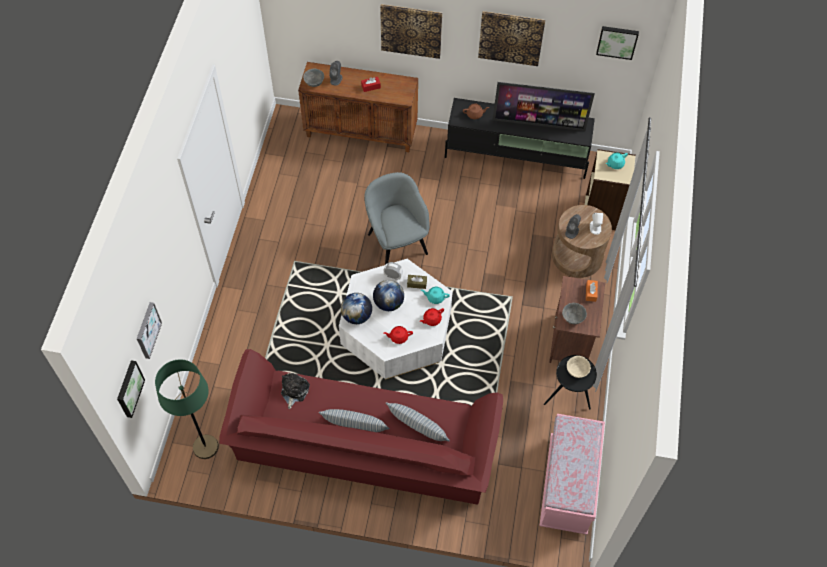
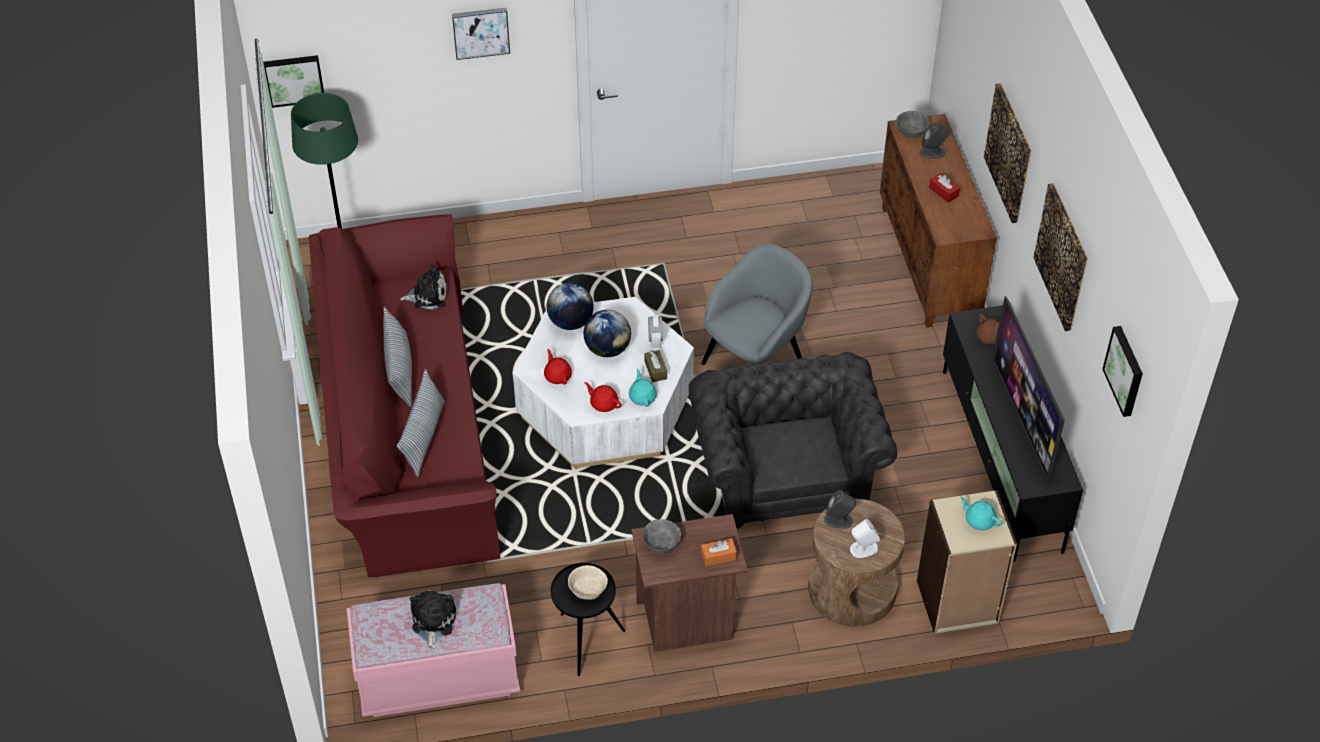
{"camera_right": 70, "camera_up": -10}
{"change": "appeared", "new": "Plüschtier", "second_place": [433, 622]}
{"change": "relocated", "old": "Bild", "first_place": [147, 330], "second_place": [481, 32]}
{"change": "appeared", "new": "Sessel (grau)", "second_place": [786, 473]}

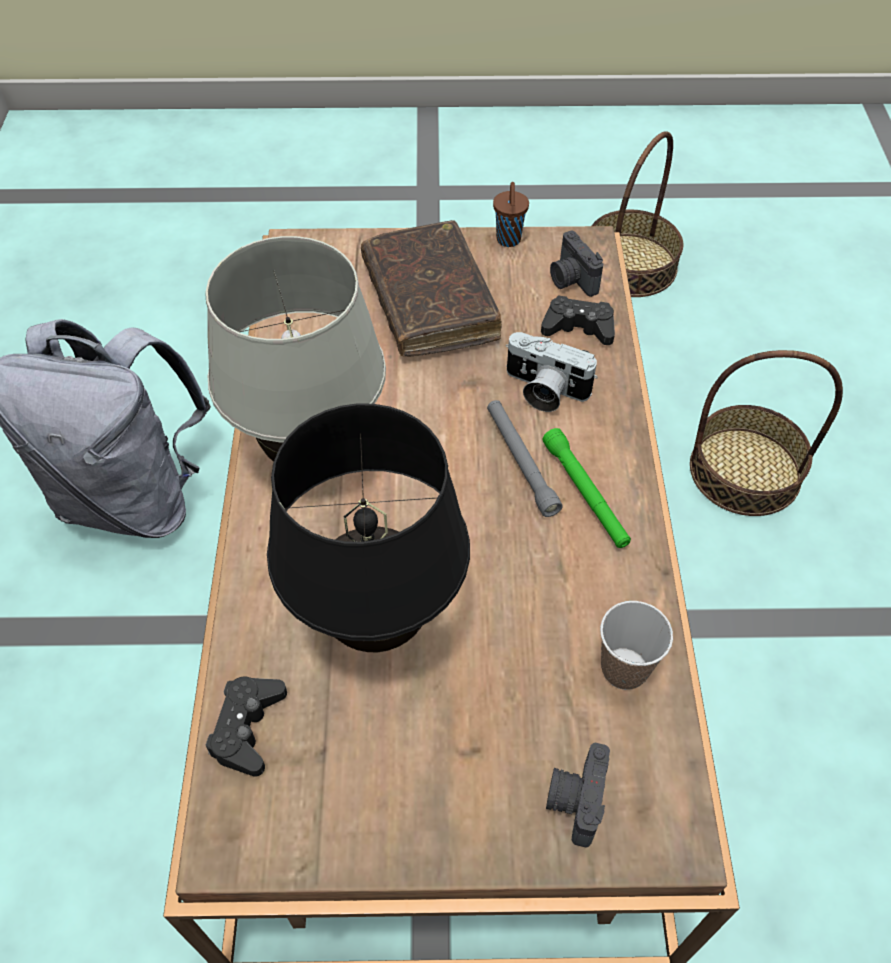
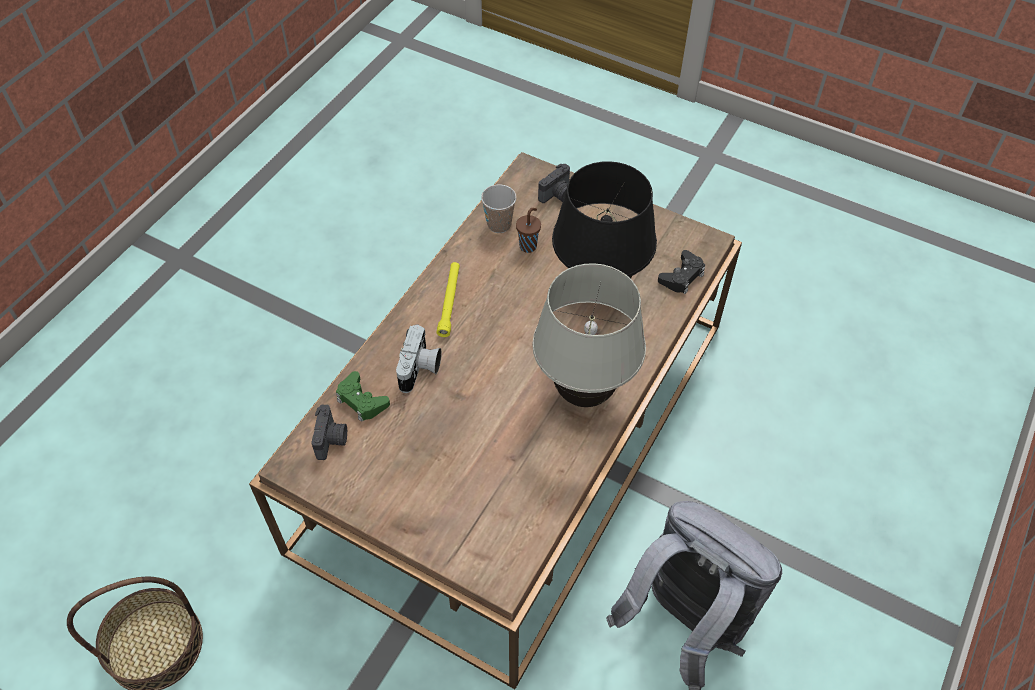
{"camera_right": -150, "camera_up": 0}
{"change": "colour", "old": "Gamepad (schwarz)", "new": "Gamepad (grün)", "first_place": [578, 327], "second_place": [361, 401]}
{"change": "spun", "old": "Kamera", "first_place": [543, 390], "second_place": [420, 369], "degrees": 45}
{"change": "colour", "old": "Taschenlampe (grün)", "new": "Taschenlampe (gelb)", "first_place": [585, 494], "second_place": [449, 302]}
{"change": "relocated", "old": "Tasse (braun)", "first_place": [508, 241], "second_place": [528, 246]}
{"change": "missing", "old": "Buch (braun)", "first_place": [429, 302]}
{"change": "missing", "old": "Taschenlampe (grau)", "first_place": [521, 461]}
{"change": "missing", "old": "Korb", "first_place": [745, 471]}

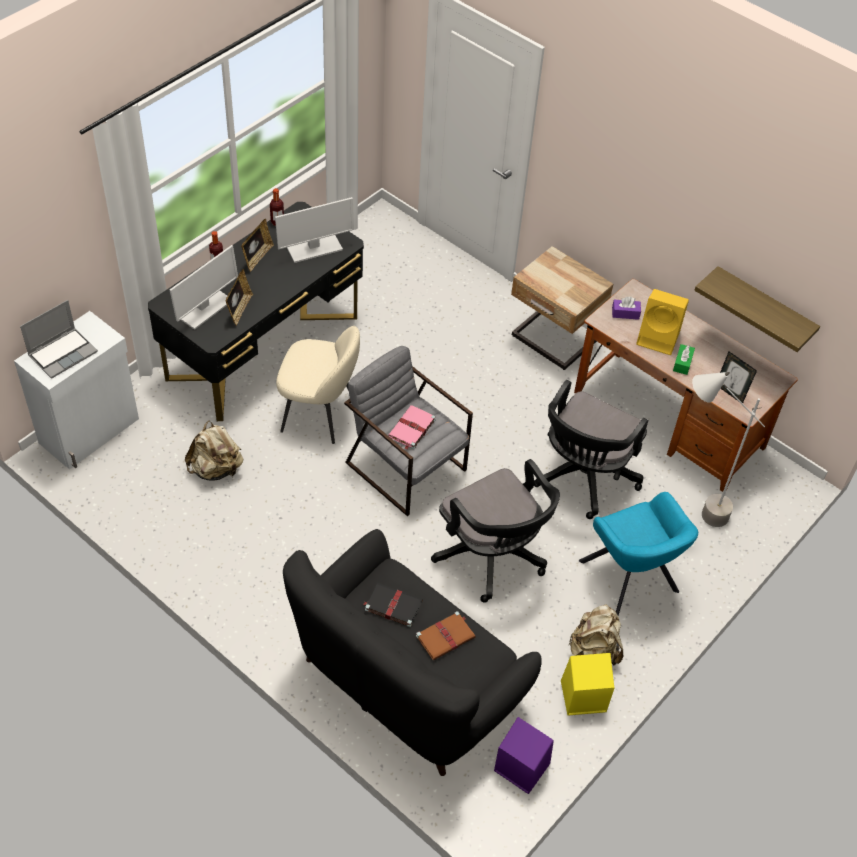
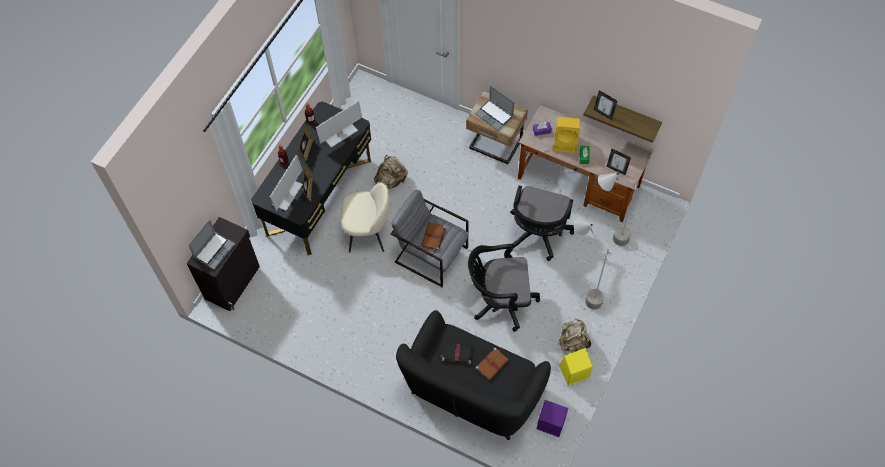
{"camera_right": -10, "camera_up": 10}
{"change": "colour", "old": "Schrank (weiß)", "new": "Schrank (schwarz)", "first_place": [91, 431], "second_place": [233, 282]}
{"change": "relocated", "old": "Rucksack (beige)", "first_place": [216, 469], "second_place": [391, 180]}
{"change": "colour", "old": "Buch (rosa)", "new": "Buch (braun)", "first_place": [411, 429], "second_place": [433, 237]}
{"change": "spun", "old": "Bürostuhl (schwarz)", "first_place": [493, 558], "second_place": [499, 300], "degrees": 135}
{"change": "appeared", "new": "Laptop", "second_place": [494, 115]}
{"change": "exchanged", "old": "Sessel (türkis)", "new": "Stehlampe (grau)", "first_place": [631, 579], "second_place": [582, 292]}
{"change": "appeared", "new": "Bilderrahmen", "second_place": [603, 113]}

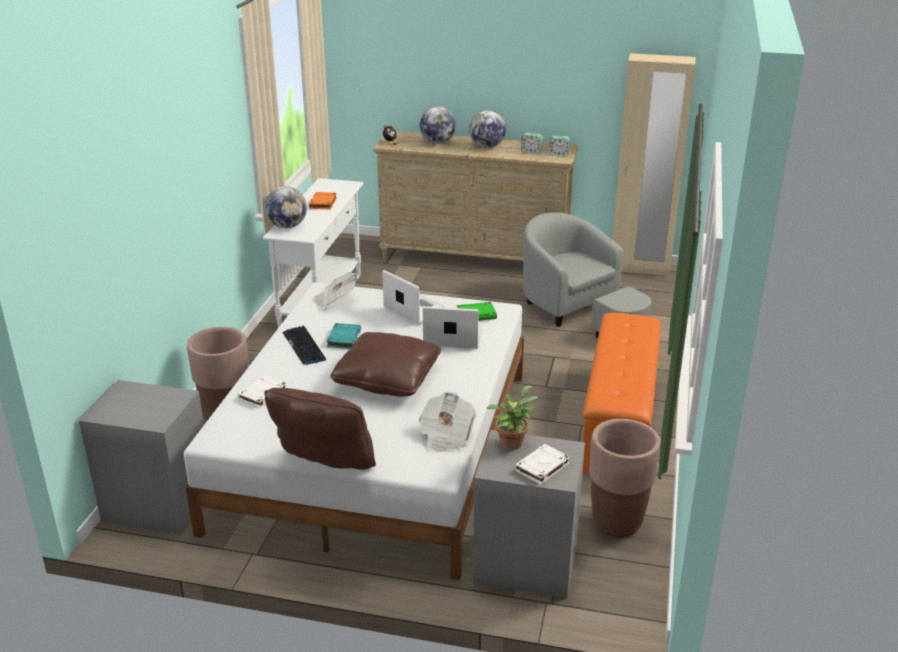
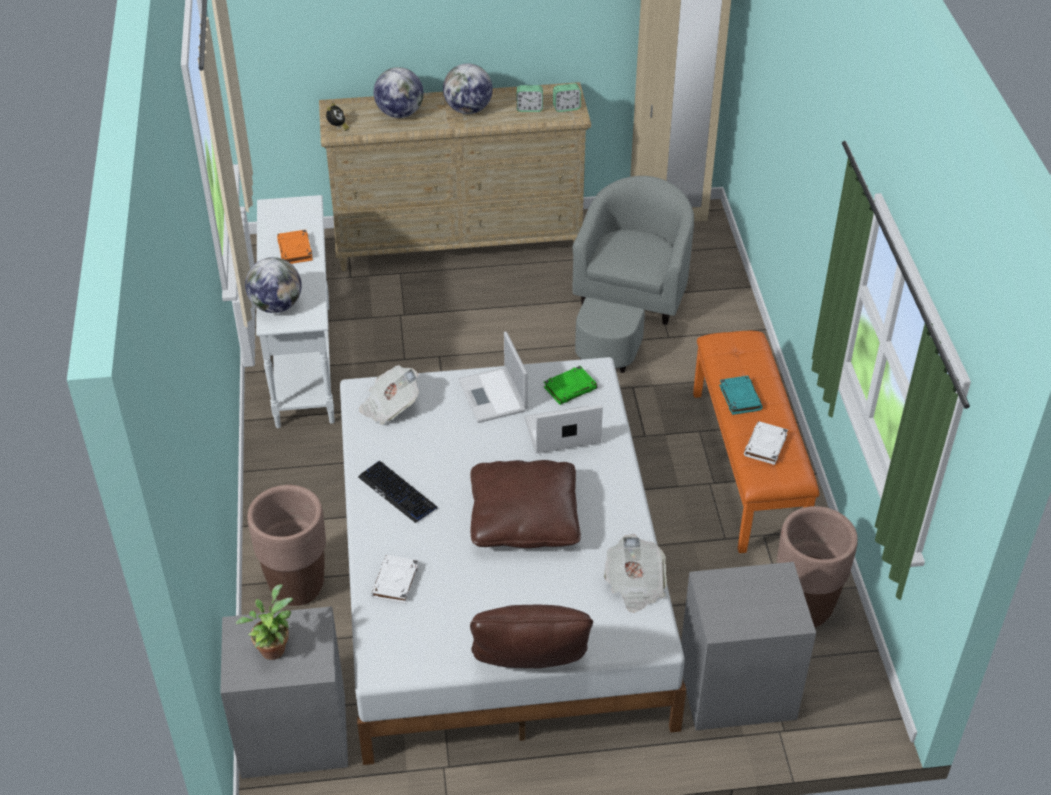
{"camera_right": -20, "camera_up": 15}
{"change": "relocated", "old": "Topfpflanze", "first_place": [511, 442], "second_place": [272, 647]}
{"change": "spun", "old": "Laptop", "first_place": [415, 309], "second_place": [493, 396], "degrees": -135}
{"change": "spun", "old": "Sessel (grau)", "first_place": [577, 312], "second_place": [627, 308], "degrees": 75}
{"change": "relocated", "old": "Buch (türkis)", "first_place": [344, 338], "second_place": [739, 397]}
{"change": "relocated", "old": "Buch (weiß)", "first_place": [541, 467], "second_place": [765, 446]}

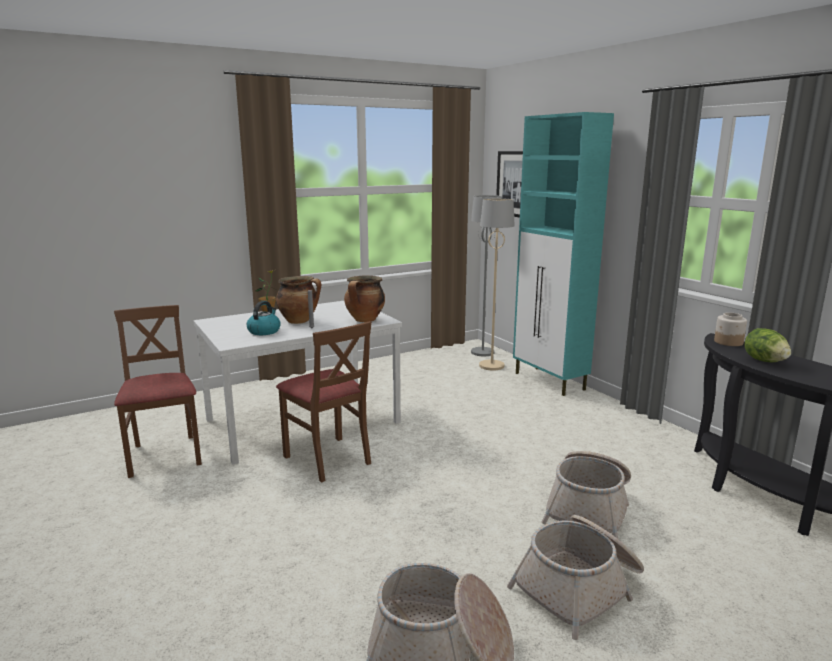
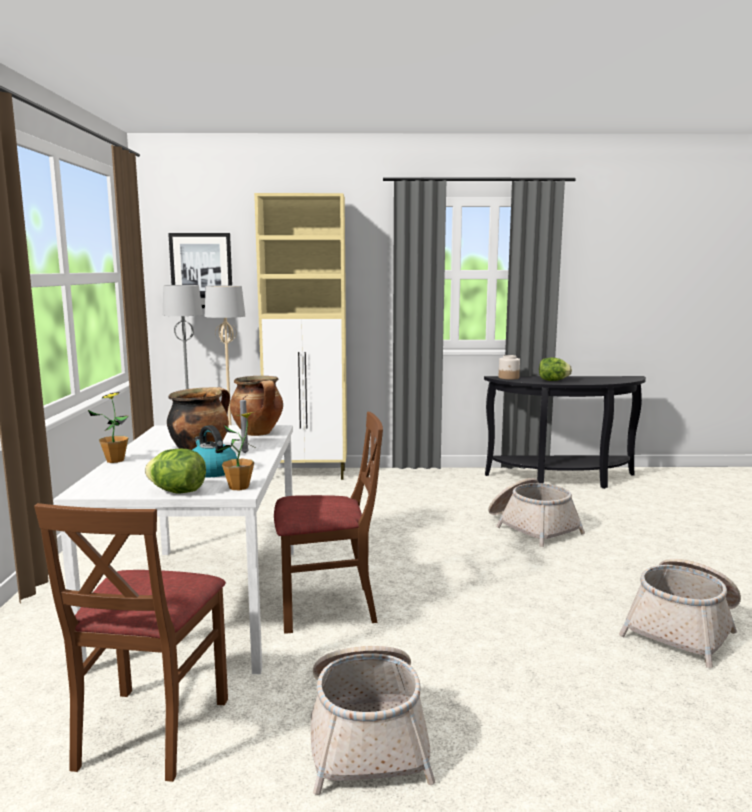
{"camera_right": -60, "camera_up": -5}
{"change": "spun", "old": "Stuhl (braun)", "first_place": [165, 455], "second_place": [150, 731], "degrees": -90}
{"change": "appeared", "new": "Salatkopf", "second_place": [177, 492]}
{"change": "appeared", "new": "Topfpflanze", "second_place": [239, 487]}
{"change": "colour", "old": "Schrank (türkis)", "new": "Schrank (beige)", "first_place": [550, 381], "second_place": [308, 475]}
{"change": "relocated", "old": "Korb", "first_place": [579, 587], "second_place": [367, 734]}

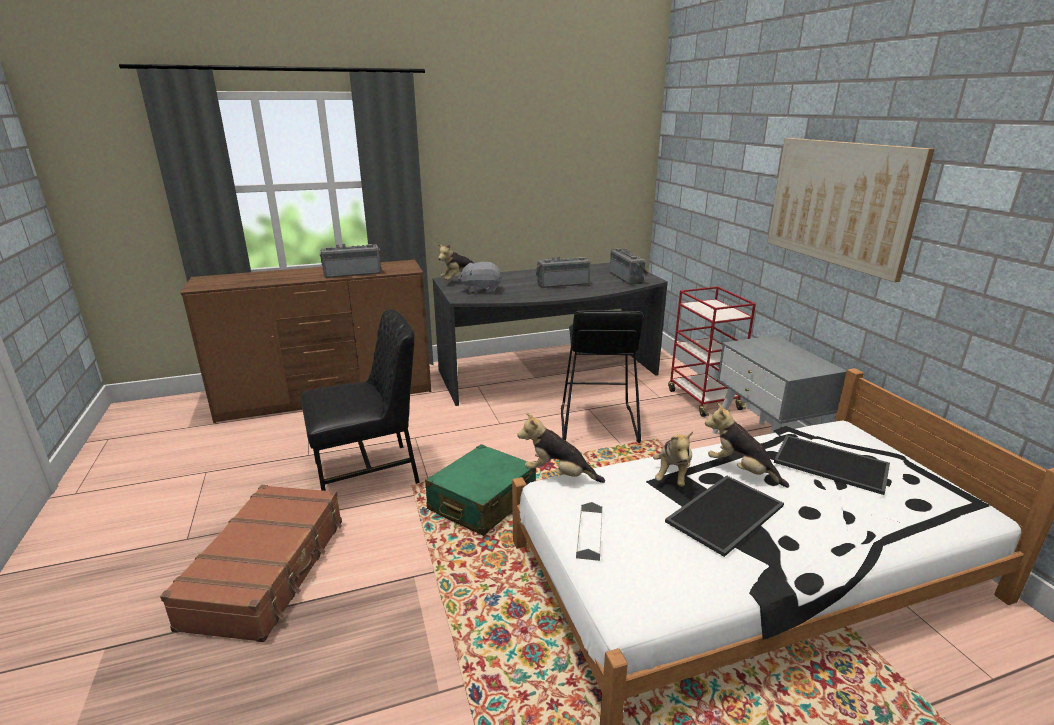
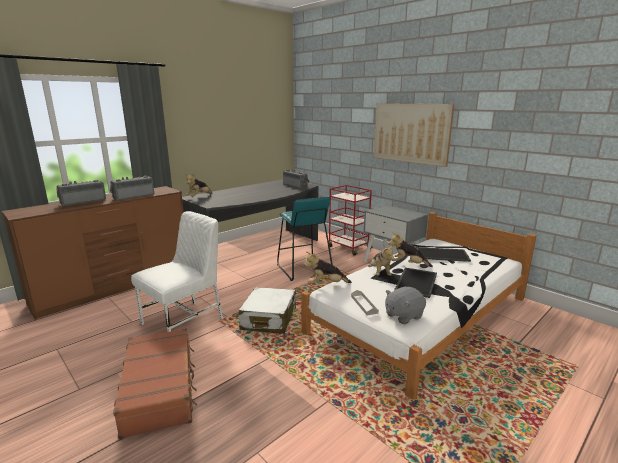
{"camera_right": -25, "camera_up": -5}
{"change": "relocated", "old": "Radio", "first_place": [562, 284], "second_place": [83, 201]}
{"change": "colour", "old": "Stuhl (schwarz)", "new": "Stuhl (weiß)", "first_place": [369, 473], "second_place": [184, 321]}
{"change": "colour", "old": "Koffer (grün)", "new": "Koffer (weiß)", "first_place": [482, 502], "second_place": [269, 319]}
{"change": "colour", "old": "Hocker (schwarz)", "new": "Hocker (türkis)", "first_place": [597, 424], "second_place": [303, 269]}
{"change": "relocated", "old": "Plüschtier (grau)", "first_place": [481, 290], "second_place": [403, 316]}

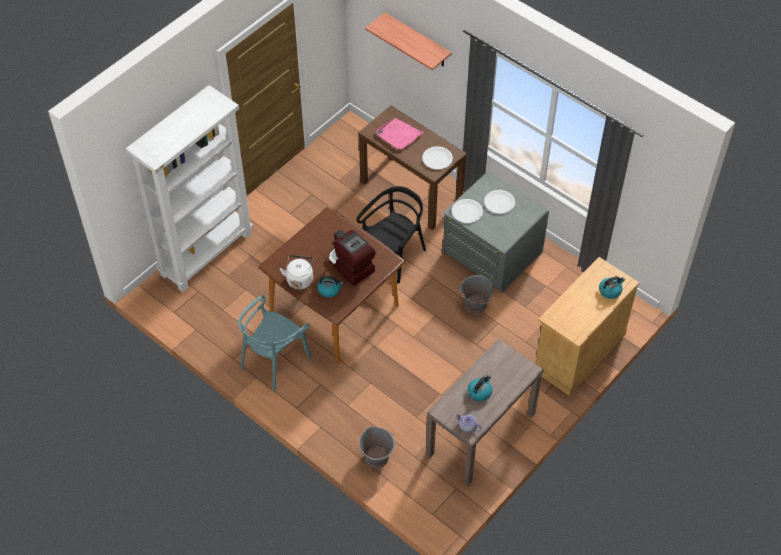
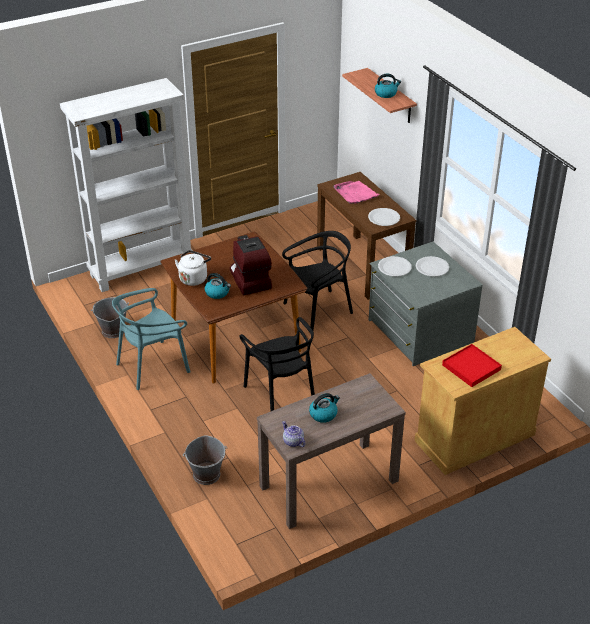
{"camera_right": 20, "camera_up": -15}
{"change": "relocated", "old": "Eimer (grau)", "first_place": [475, 304], "second_place": [113, 330]}
{"change": "appeared", "new": "Stuhl (schwarz)", "second_place": [281, 394]}
{"change": "relocated", "old": "Wasserkessel", "first_place": [610, 291], "second_place": [386, 93]}
{"change": "appeared", "new": "Tablett (rot)", "second_place": [471, 367]}

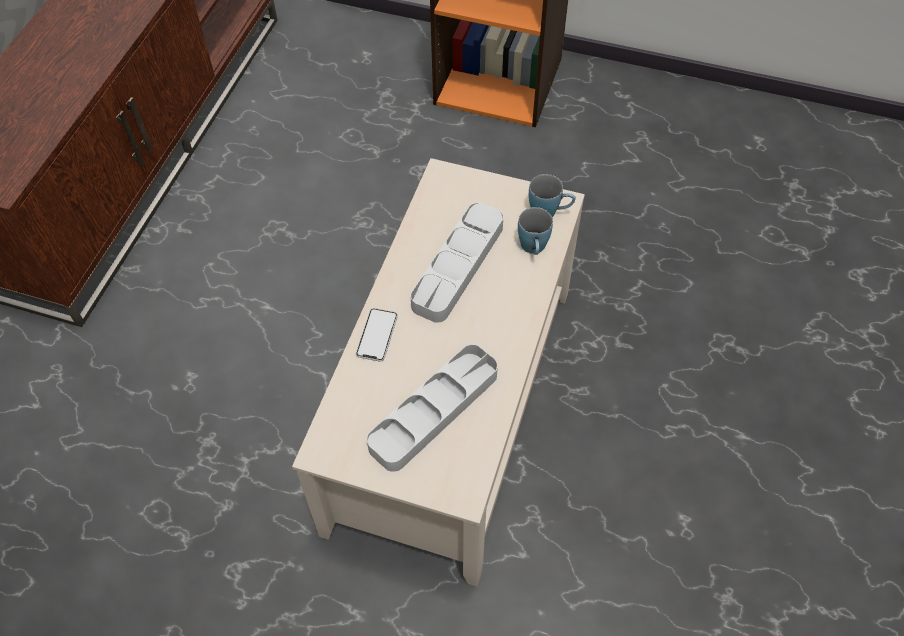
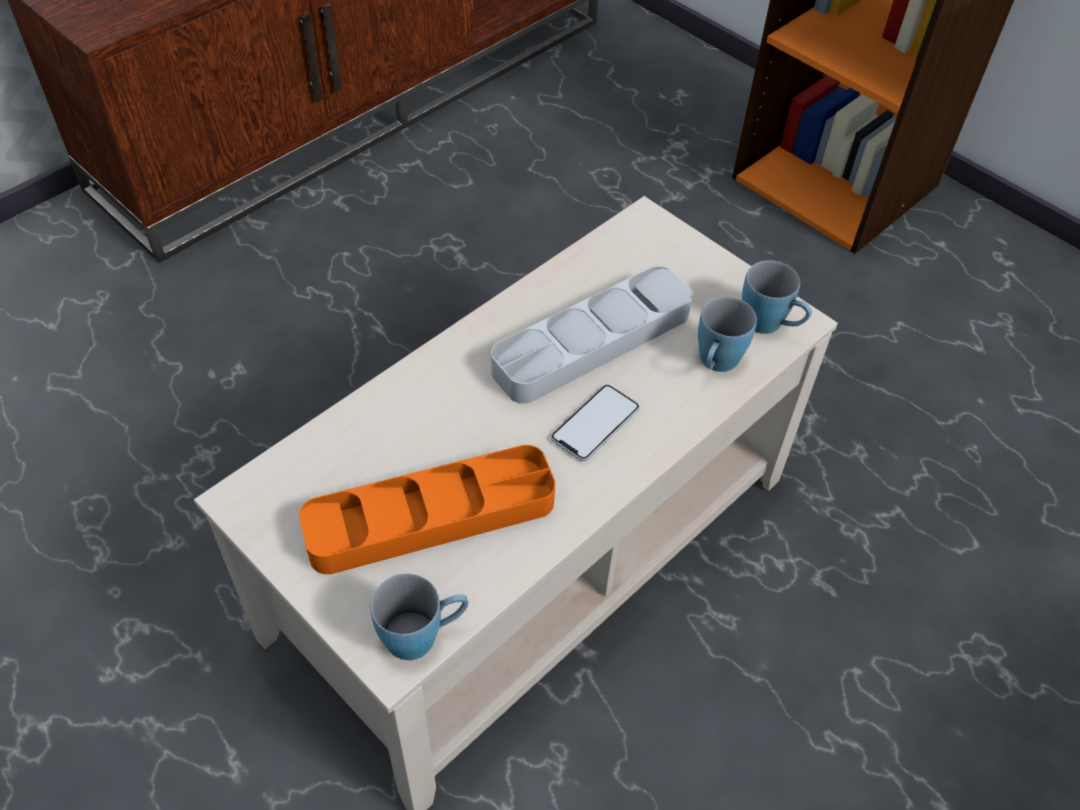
{"camera_right": 25, "camera_up": -5}
{"change": "colour", "old": "Tablett (grau)", "new": "Tablett (orange)", "first_place": [434, 411], "second_place": [430, 516]}
{"change": "appeared", "new": "Henkelbecher (blau)", "second_place": [423, 634]}
{"change": "relocated", "old": "Handy", "first_place": [377, 335], "second_place": [595, 424]}

